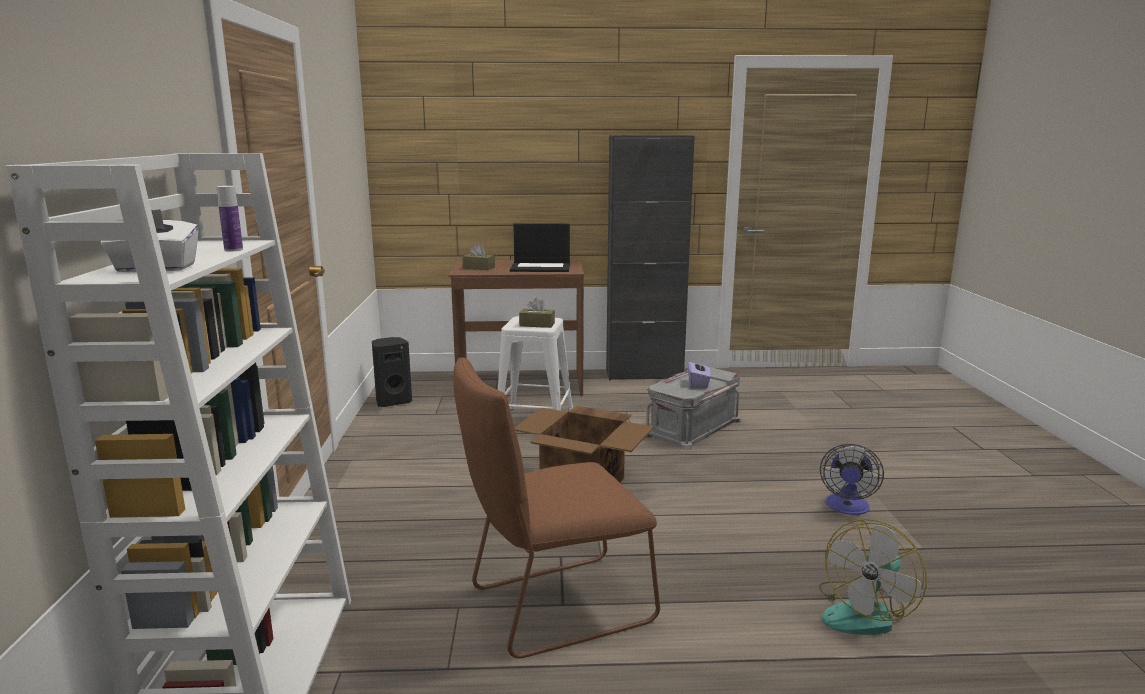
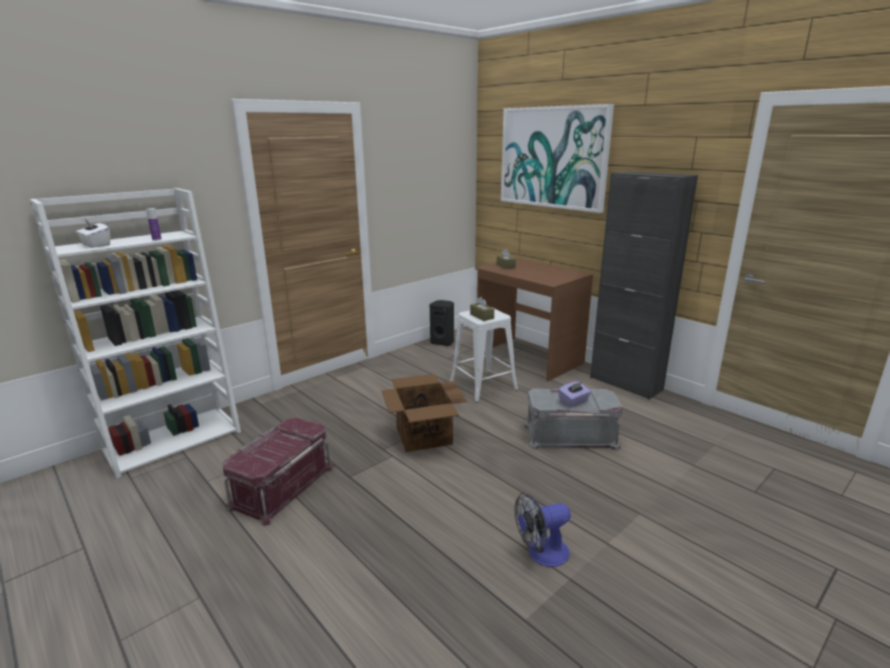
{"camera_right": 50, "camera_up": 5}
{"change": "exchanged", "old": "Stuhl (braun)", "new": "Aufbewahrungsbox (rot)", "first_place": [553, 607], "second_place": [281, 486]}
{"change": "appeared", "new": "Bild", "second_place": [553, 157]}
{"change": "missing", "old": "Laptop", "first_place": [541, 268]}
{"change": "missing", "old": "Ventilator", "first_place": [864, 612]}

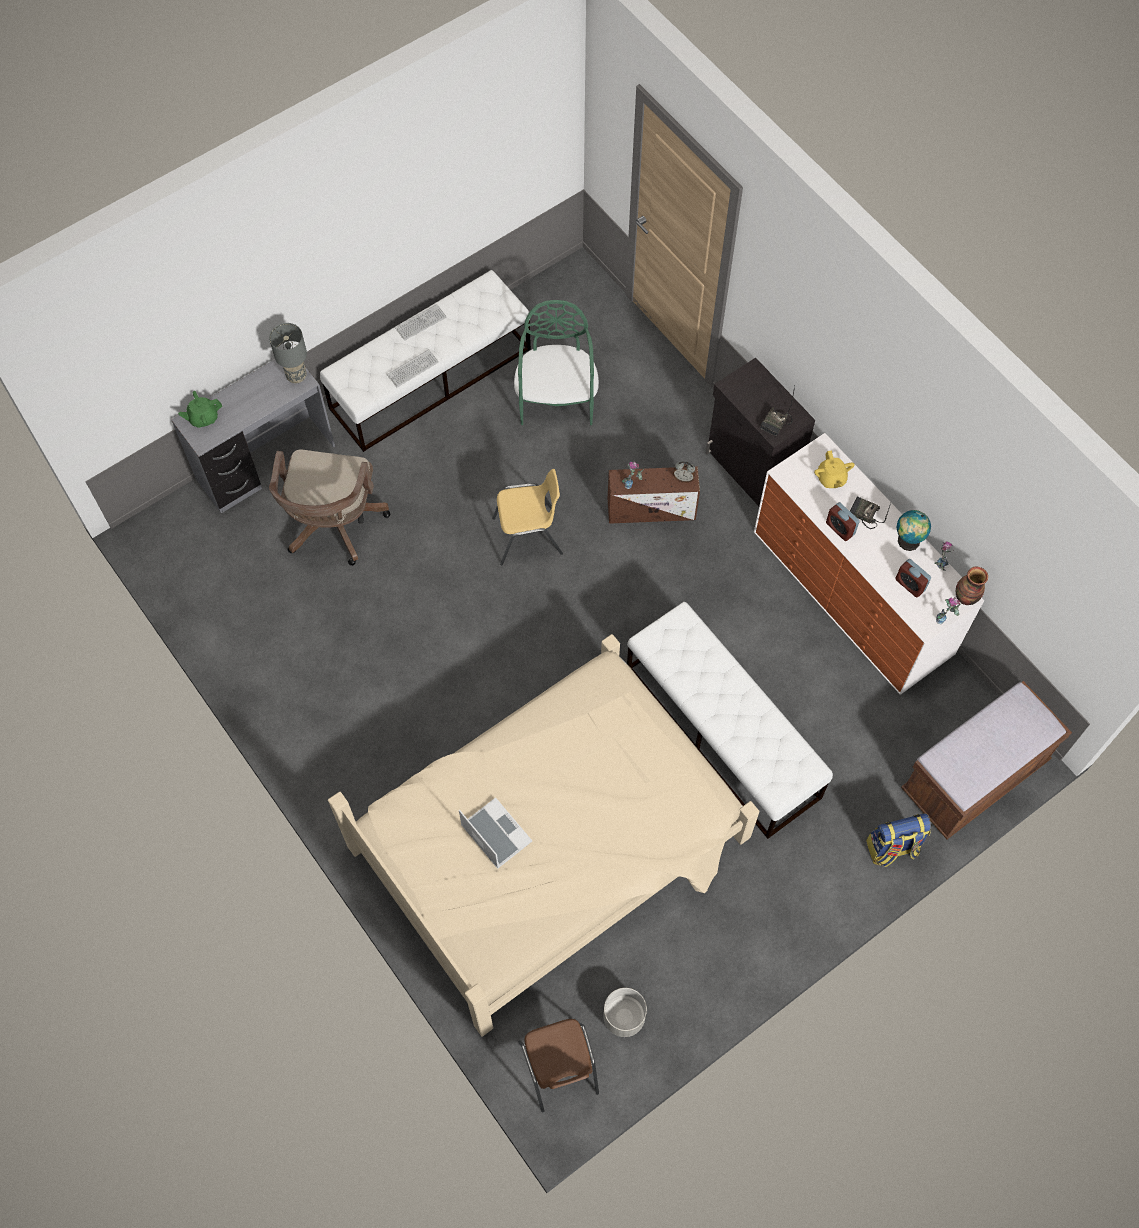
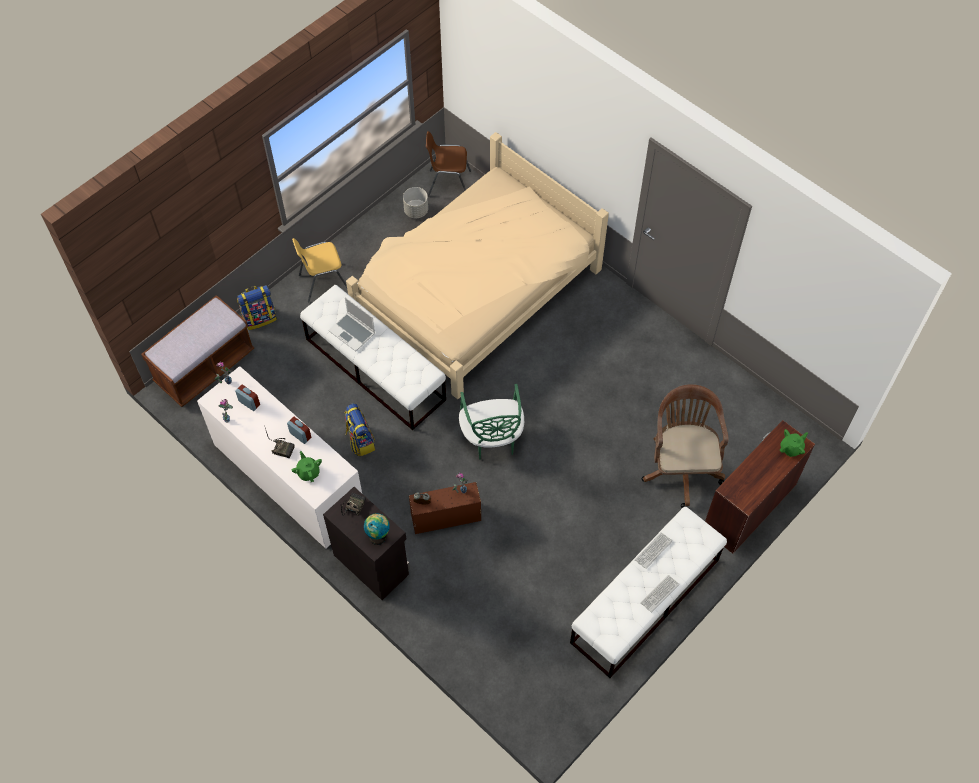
{"camera_right": 170, "camera_up": -5}
{"change": "relocated", "old": "Stuhl (gelb)", "first_place": [528, 537], "second_place": [323, 282]}
{"change": "colour", "old": "Teekanne (gelb)", "new": "Teekanne (grün)", "first_place": [831, 478], "second_place": [308, 472]}
{"change": "relocated", "old": "Laptop", "first_place": [495, 833], "second_place": [353, 332]}
{"change": "appeared", "new": "Rucksack", "second_place": [360, 440]}
{"change": "relocated", "old": "Globus", "first_place": [907, 542], "second_place": [378, 535]}
{"change": "spun", "old": "Stuhl (braun)", "first_place": [559, 1068], "second_place": [448, 183], "degrees": -60}
{"change": "relocated", "old": "Stuhl (grün)", "first_place": [557, 399], "second_place": [492, 438]}
{"change": "colour", "old": "Schreibtisch (grau)", "new": "Schreibtisch (braun)", "first_place": [267, 464], "second_place": [748, 506]}
{"change": "missing", "old": "Tischlampe (grau)", "first_place": [297, 376]}
{"change": "missing", "old": "Vase", "first_place": [965, 597]}

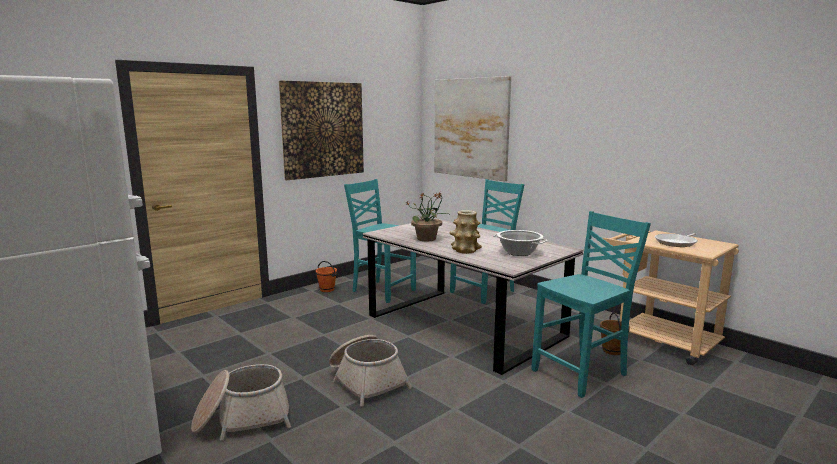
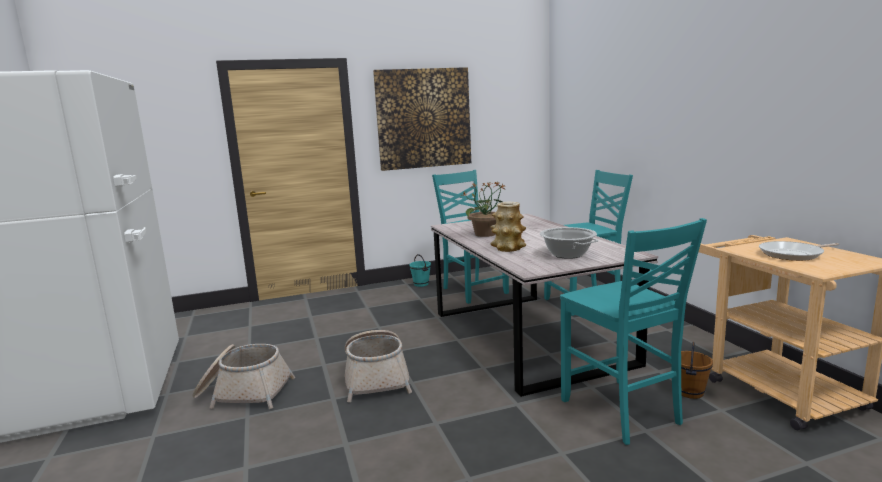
{"camera_right": 25, "camera_up": 0}
{"change": "colour", "old": "Eimer (orange)", "new": "Eimer (türkis)", "first_place": [327, 289], "second_place": [421, 284]}
{"change": "spun", "old": "Stuhl (türkis)", "first_place": [582, 373], "second_place": [622, 412], "degrees": 75}
{"change": "missing", "old": "Bild", "first_place": [470, 128]}

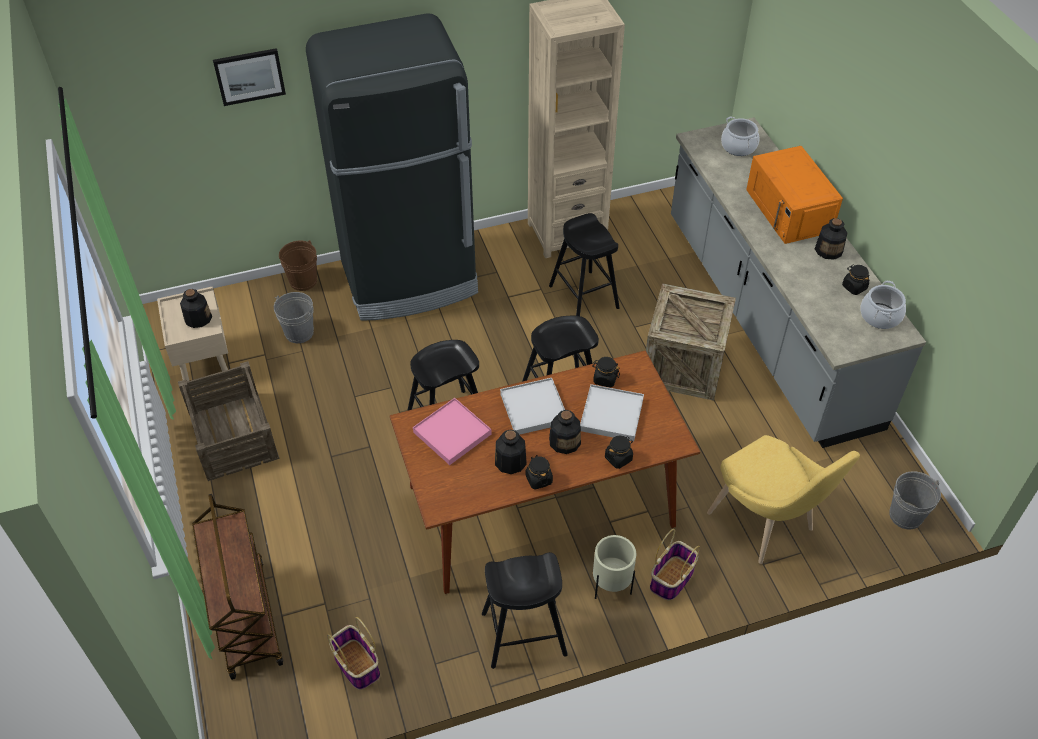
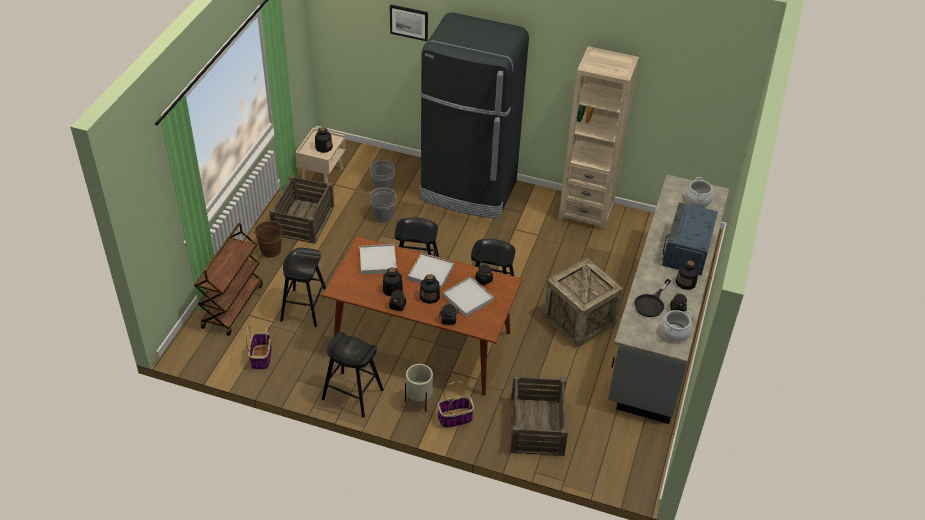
{"camera_right": 35, "camera_up": -5}
{"change": "relocated", "old": "Eimer (braun)", "first_place": [303, 281], "second_place": [271, 250]}
{"change": "relocated", "old": "Hocker (schwarz)", "first_place": [584, 297], "second_place": [304, 308]}
{"change": "colour", "old": "Tablett (rosa)", "new": "Tablett (weiß)", "first_place": [452, 433], "second_place": [377, 261]}
{"change": "relocated", "old": "Eimer (grau)", "first_place": [906, 515], "second_place": [383, 216]}
{"change": "exchanged", "old": "Stuhl (gelb)", "new": "Kiste", "first_place": [766, 526], "second_place": [536, 426]}
{"change": "appeared", "new": "Pfanne (schwarz)", "second_place": [651, 303]}
{"change": "colour", "old": "Mikrowelle (orange)", "new": "Mikrowelle (blau)", "first_place": [789, 211], "second_place": [687, 250]}

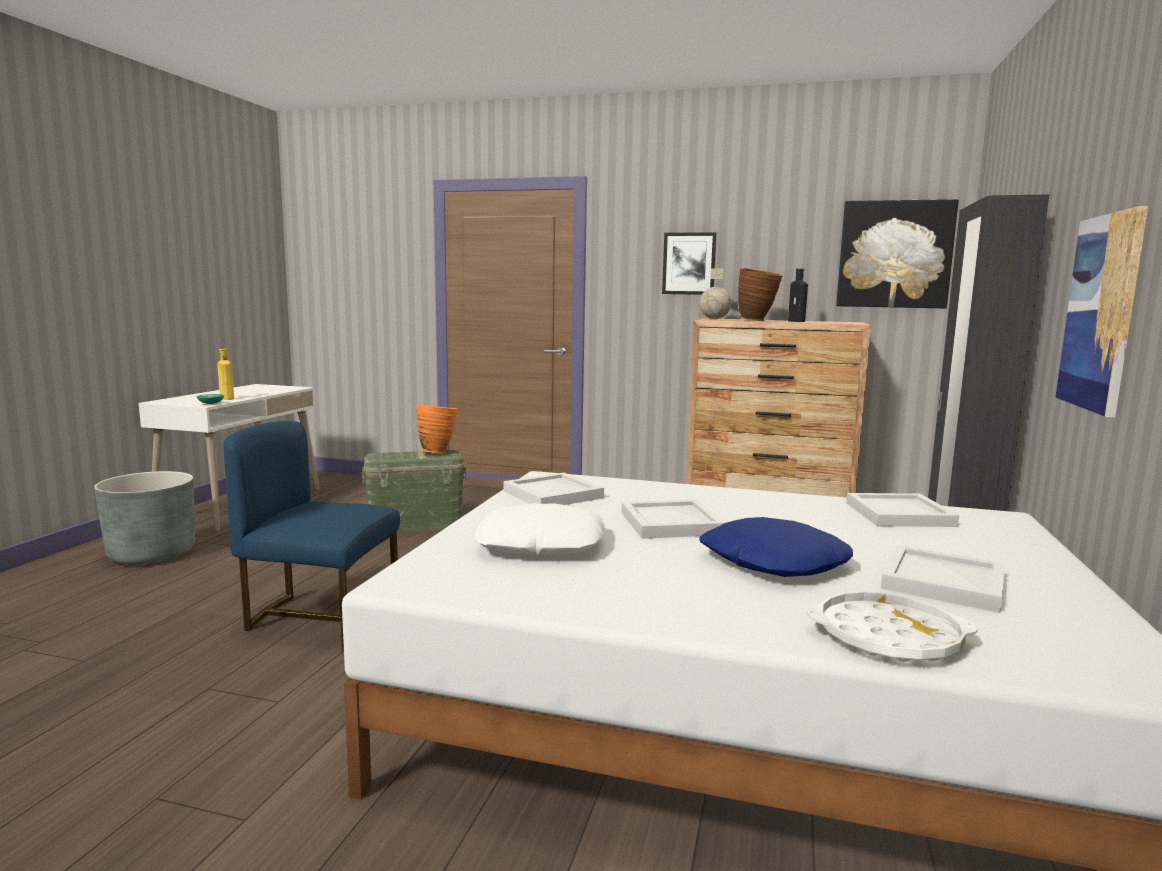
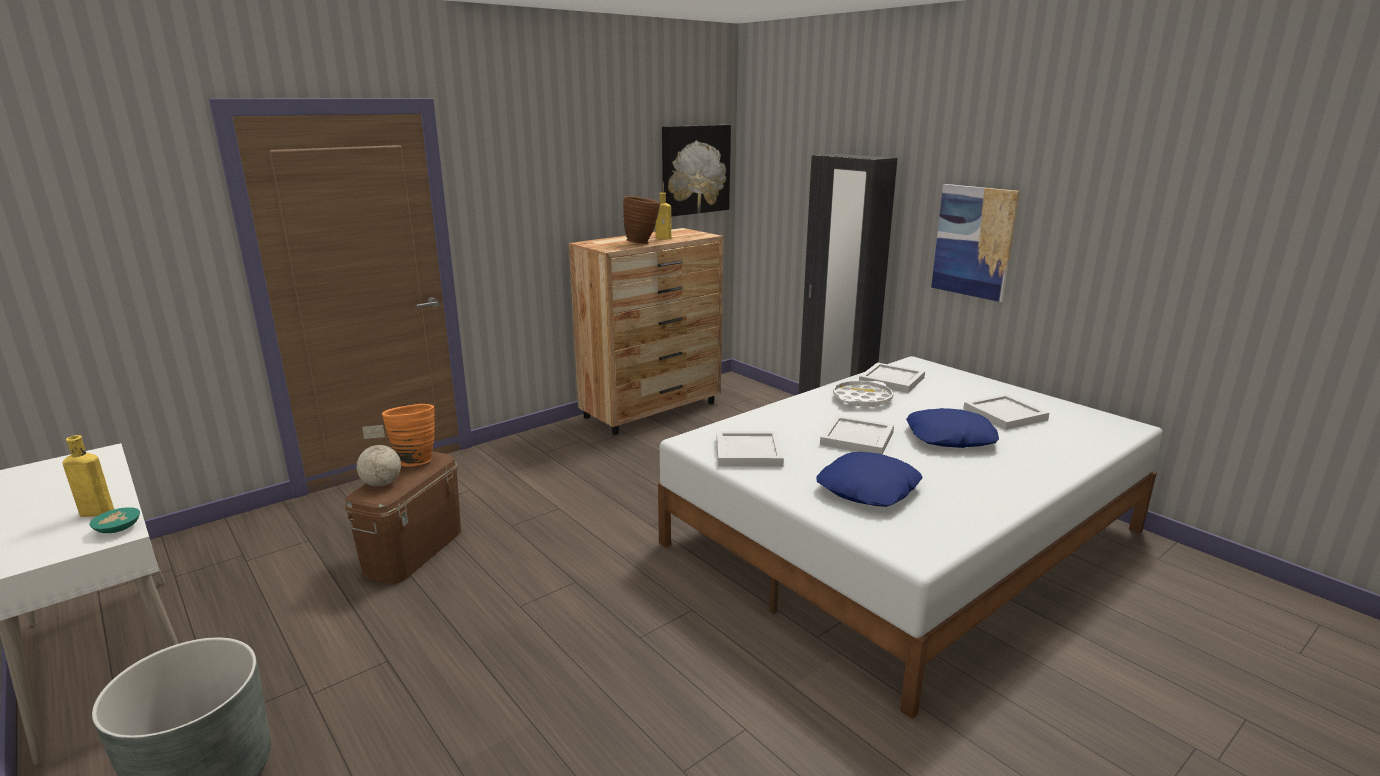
{"camera_right": -55, "camera_up": 10}
{"change": "colour", "old": "Aufbewahrungsbox (grün)", "new": "Aufbewahrungsbox (braun)", "first_place": [416, 524], "second_place": [414, 551]}
{"change": "relocated", "old": "Globus", "first_place": [714, 319], "second_place": [381, 484]}
{"change": "colour", "old": "Flasche (schwarz)", "new": "Flasche (gelb)", "first_place": [797, 321], "second_place": [664, 238]}
{"change": "colour", "old": "Kissen (weiß)", "new": "Kissen (blau)", "first_place": [540, 544], "second_place": [869, 489]}
{"change": "relocated", "old": "Tablett (weiß)", "first_place": [887, 637], "second_place": [862, 399]}
{"change": "missing", "old": "Stuhl (blau)", "first_place": [320, 618]}
{"change": "missing", "old": "Bild", "first_place": [689, 263]}

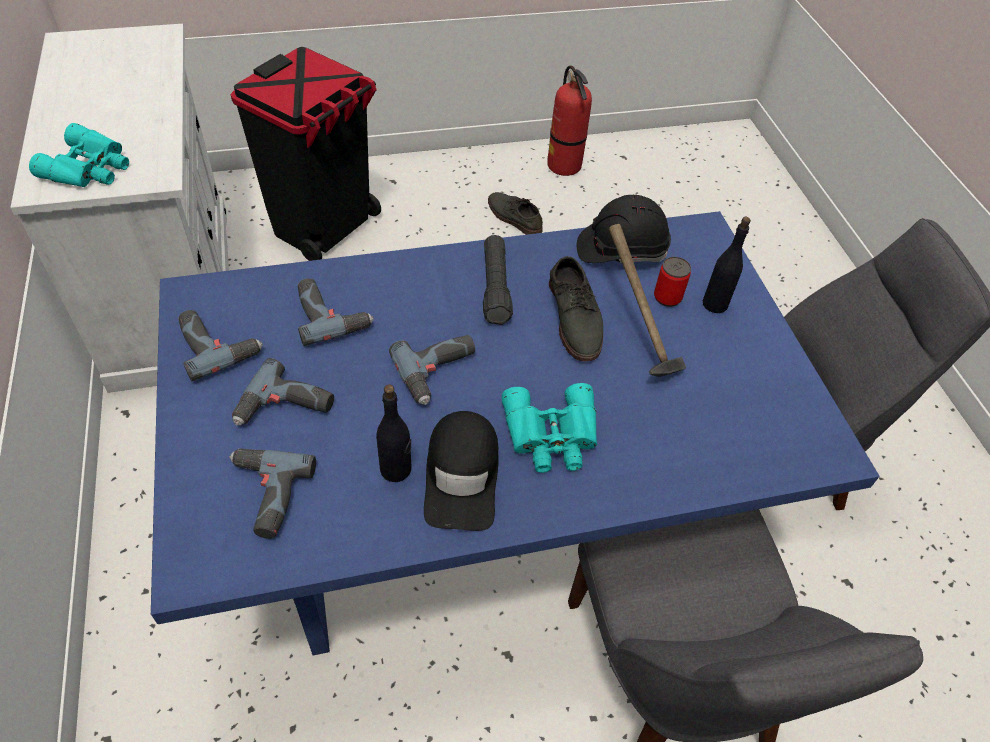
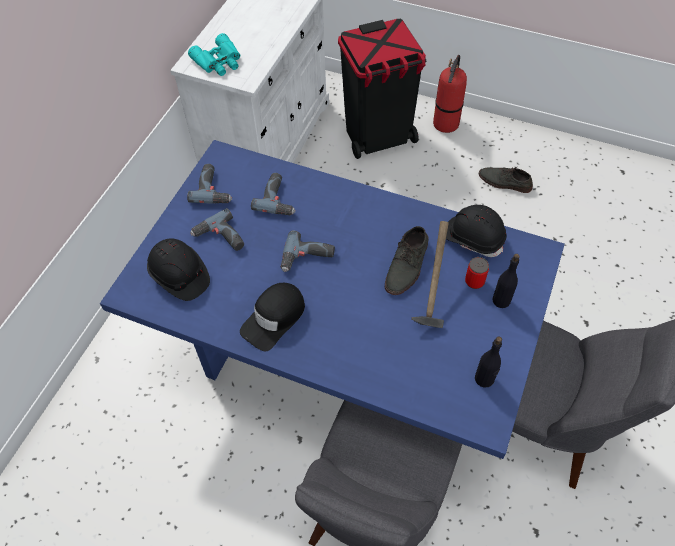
{"camera_right": 40, "camera_up": 5}
{"change": "exchanged", "old": "Bohrmaschine", "new": "Schutzhelm (schwarz)", "first_place": [264, 496], "second_place": [179, 276]}
{"change": "relocated", "old": "Feuerlöscher", "first_place": [564, 166], "second_place": [446, 124]}
{"change": "relocated", "old": "Flasche (schwarz)", "first_place": [396, 469], "second_place": [484, 379]}
{"change": "spun", "old": "Schuh (grau)", "first_place": [513, 217], "second_place": [504, 182], "degrees": -60}
{"change": "missing", "old": "Taschenlampe (schwarz)", "first_place": [495, 287]}
{"change": "missing", "old": "Fernglas (türkis)", "first_place": [552, 436]}

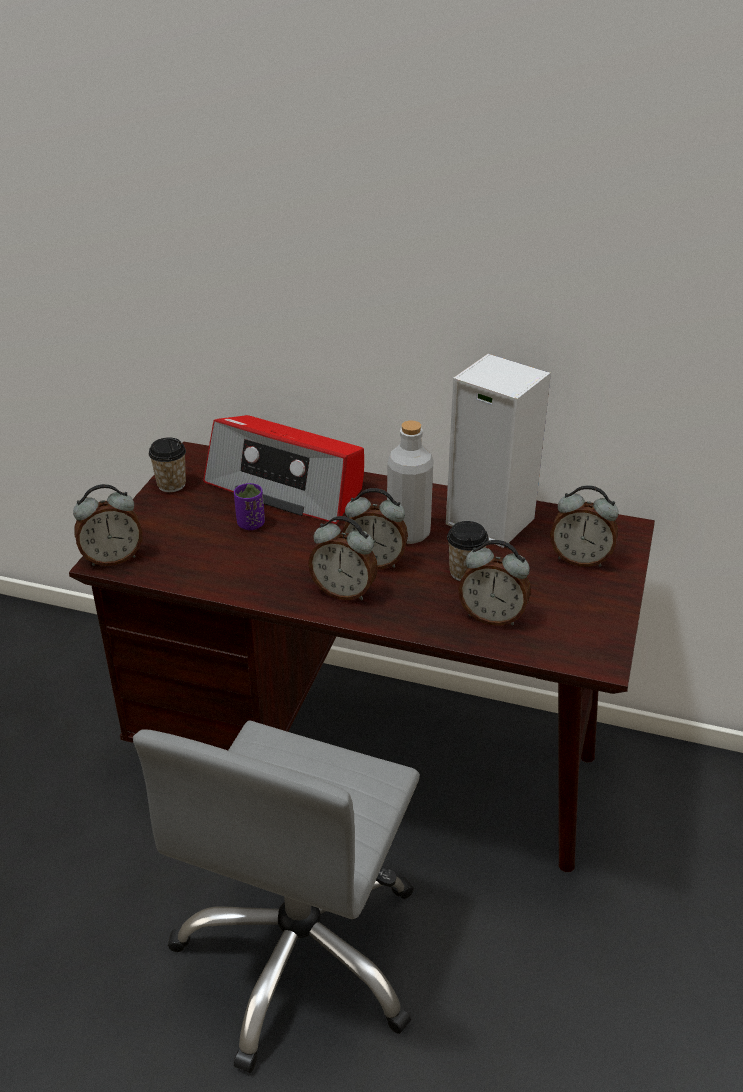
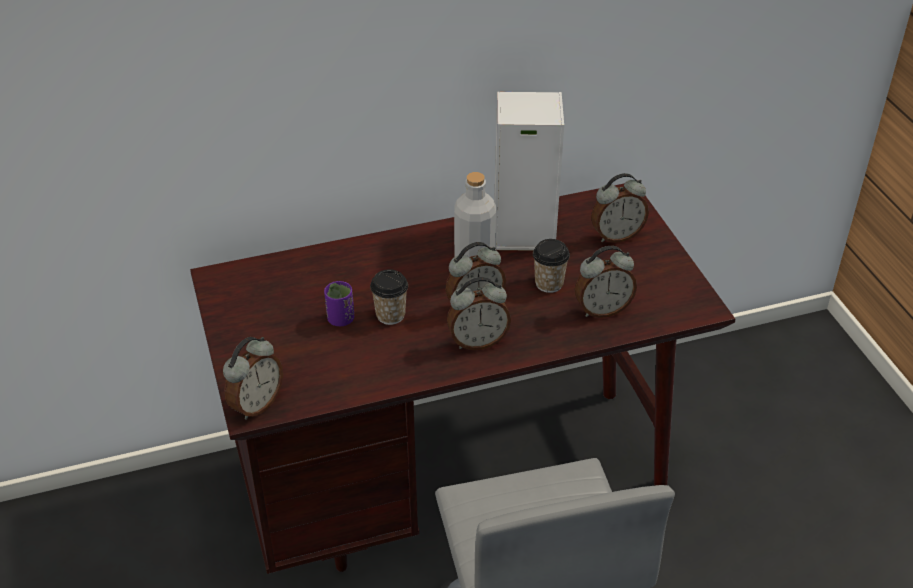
{"camera_right": -35, "camera_up": 5}
{"change": "relocated", "old": "Tasse", "first_place": [171, 485], "second_place": [390, 315]}
{"change": "missing", "old": "Radio", "first_place": [287, 486]}

